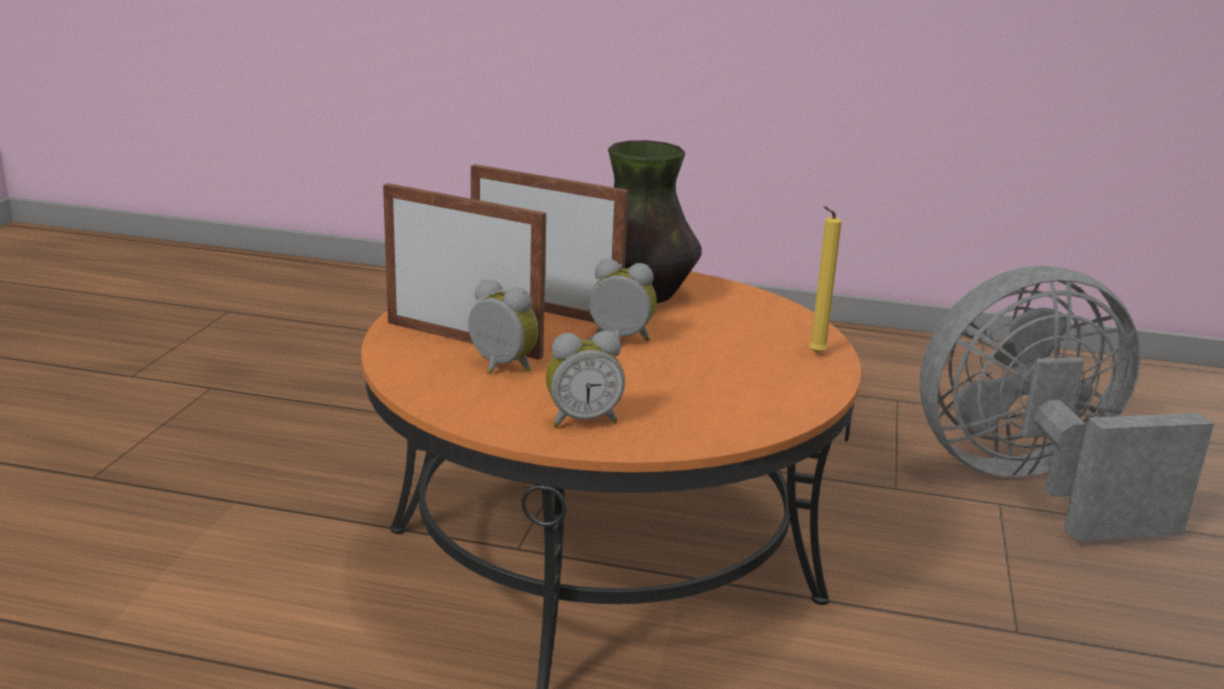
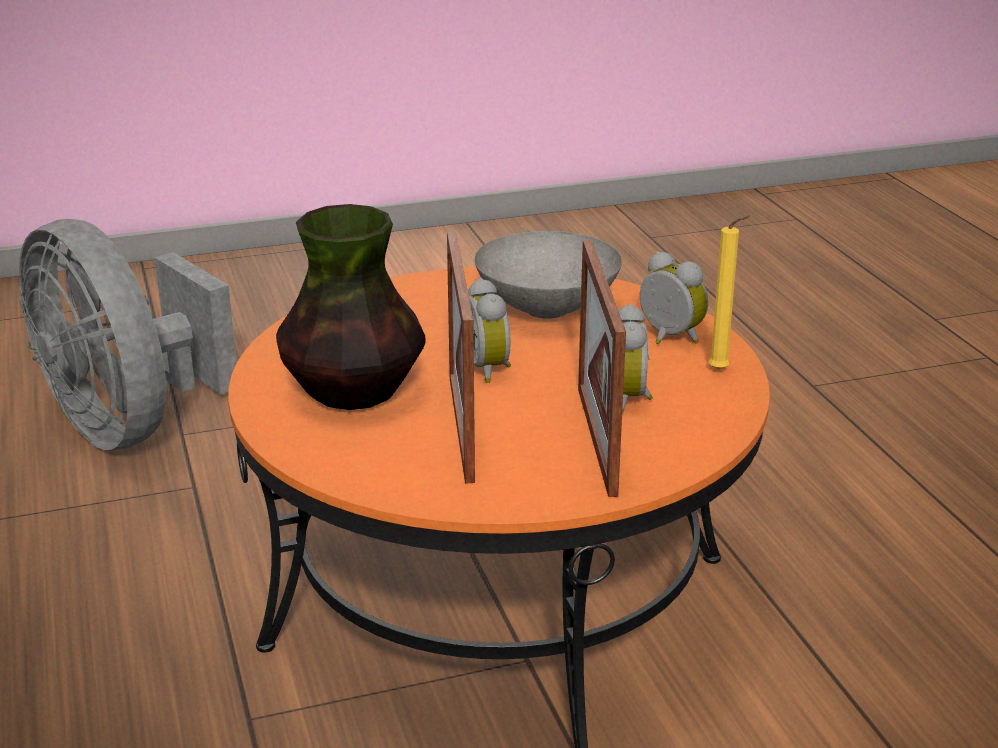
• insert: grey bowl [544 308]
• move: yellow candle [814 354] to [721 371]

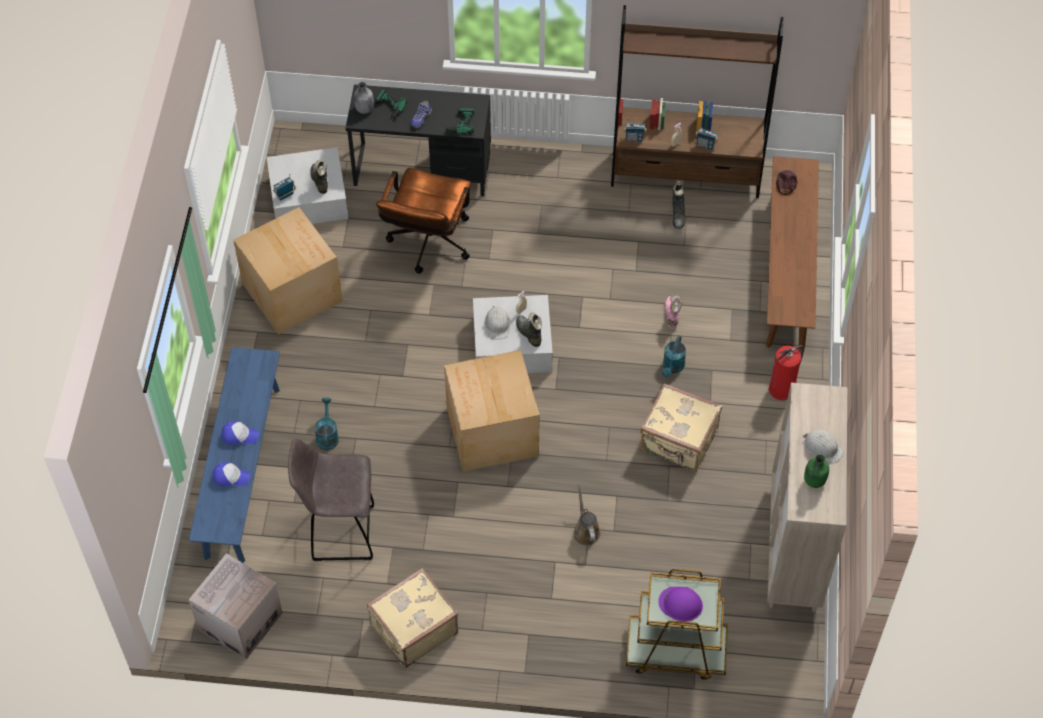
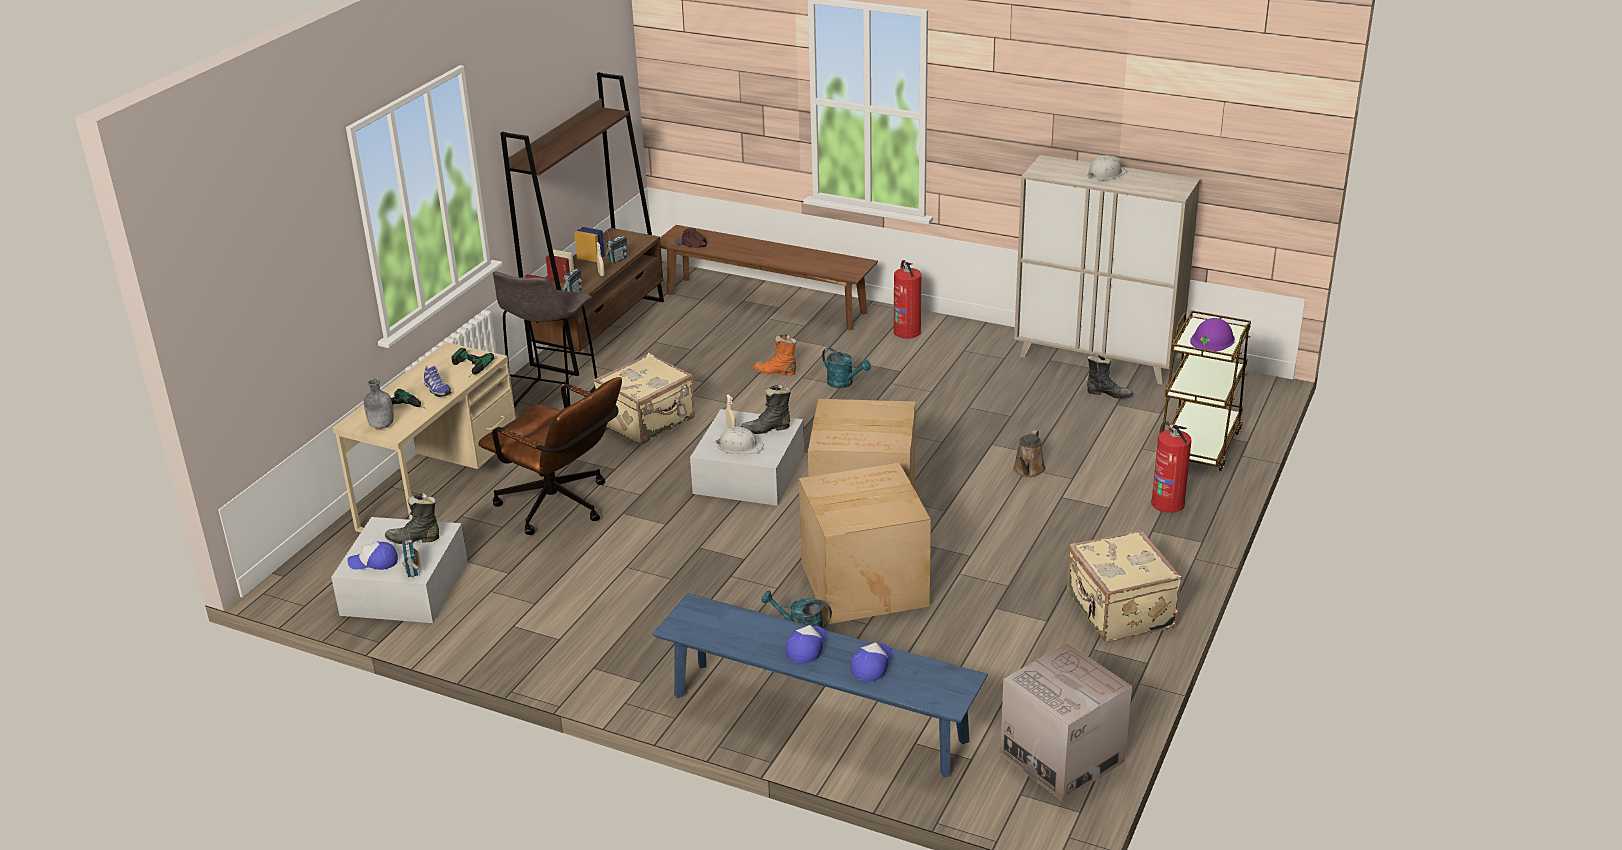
• recolor: black desk [422 169] to beige desk [441 492]
• insert: cap [374 562]
• move: grey stool [340 533] to [553 399]
• move: beige suitcase [678 441] to [648 422]
• recolor: pink boot [671 314] to orange boot [775 372]
• move: cardboard box [292 291] to [862 583]
• rotate: brown watering can [586 530] = [1028 470] 75 degrees counterclockwise
• move: black boot [678 215] to [1108 394]
• insert: fire extinguisher [1167 503]
• delete: green bottle [814 481]

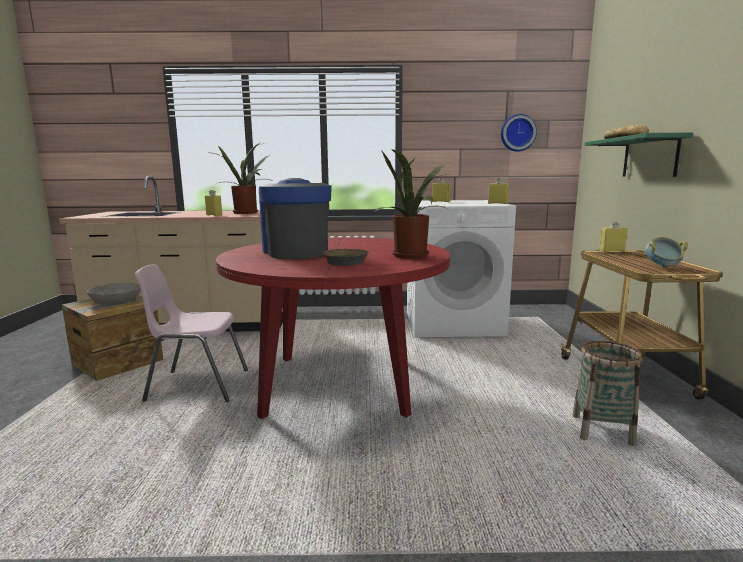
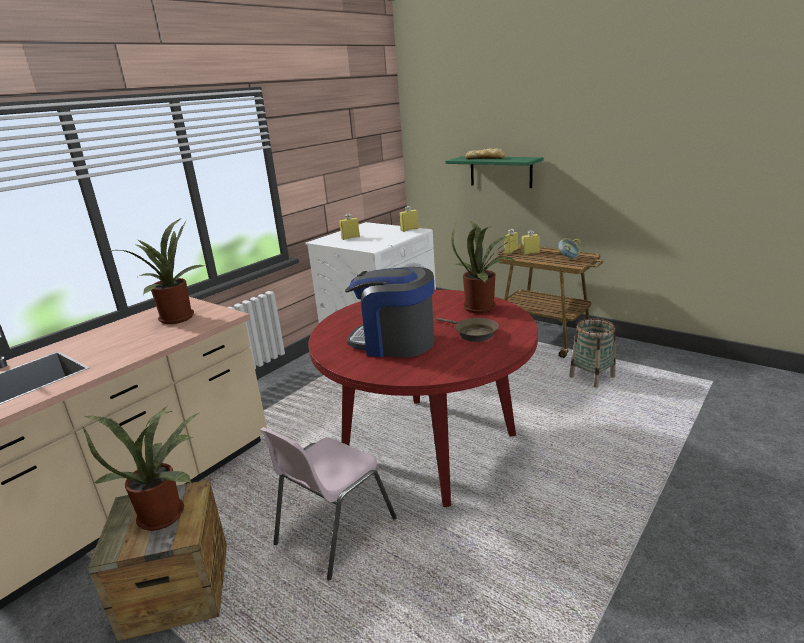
• replace: grey bowl [116 302] to potted plant [165 512]
• move: yellow bottle [214 215] to [530 253]
• delete: wall clock [517 133]

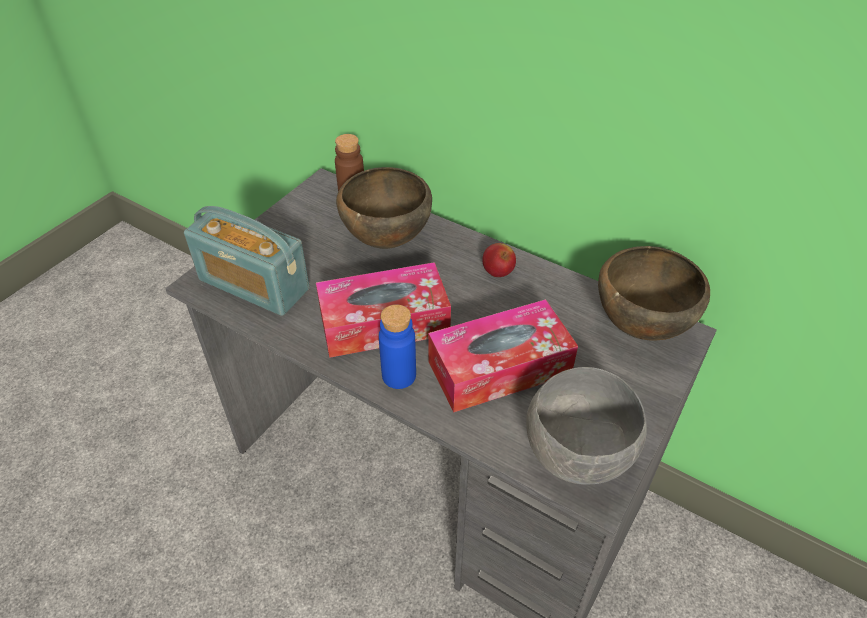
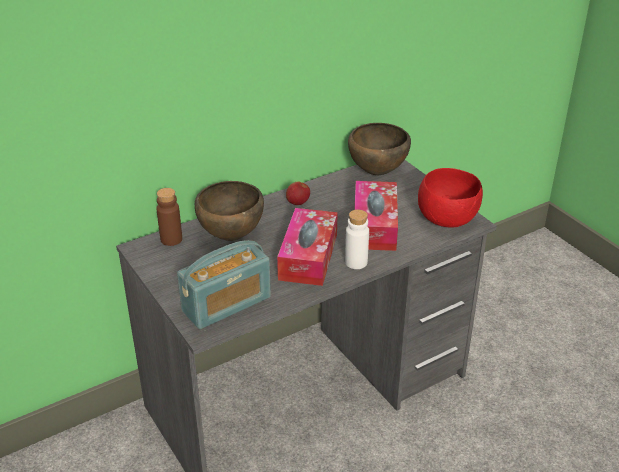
• recolor: blue bottle [399 375] to white bottle [356 262]
• recolor: grey bowl [580 455] to red bowl [448 219]

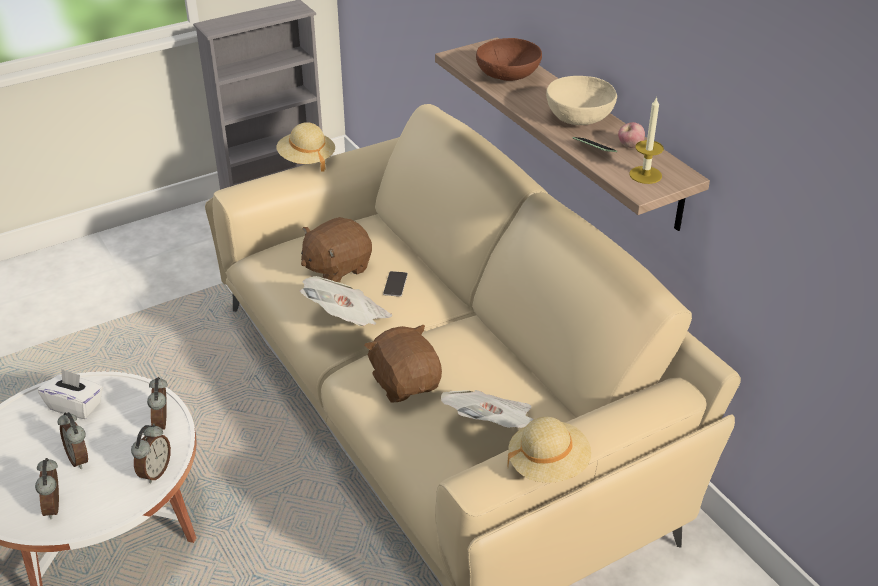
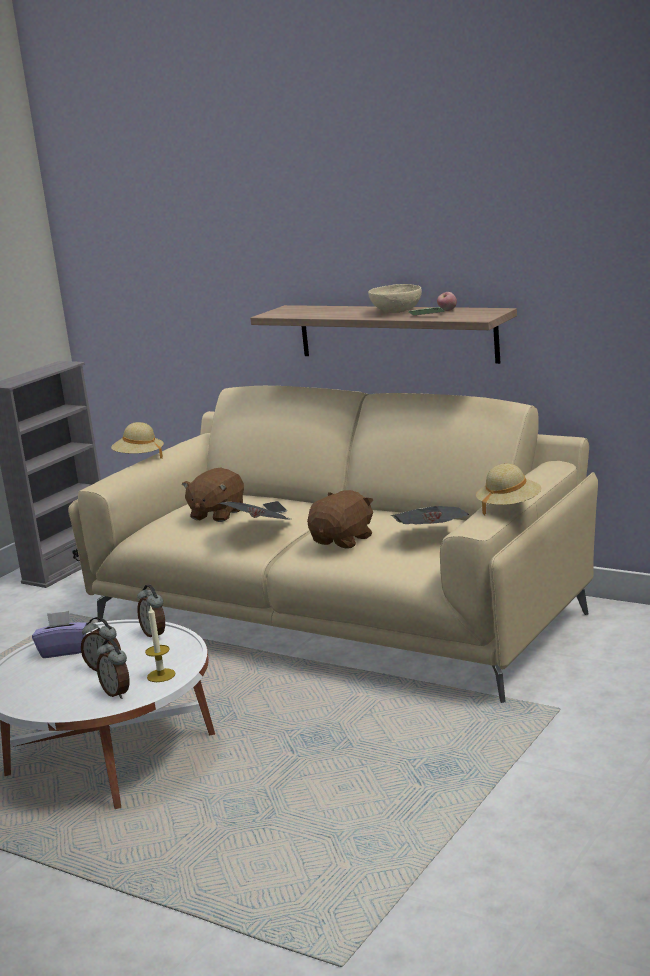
• recolor: white tissue box [76 406] to purple tissue box [63 650]
• move: candle [645 175] to [161 675]
• rotate: brown plush toy [406 383] = [343 540] 90 degrees clockwise
• delete: alarm clock [154 472]
• delete: brown bowl [508 77]

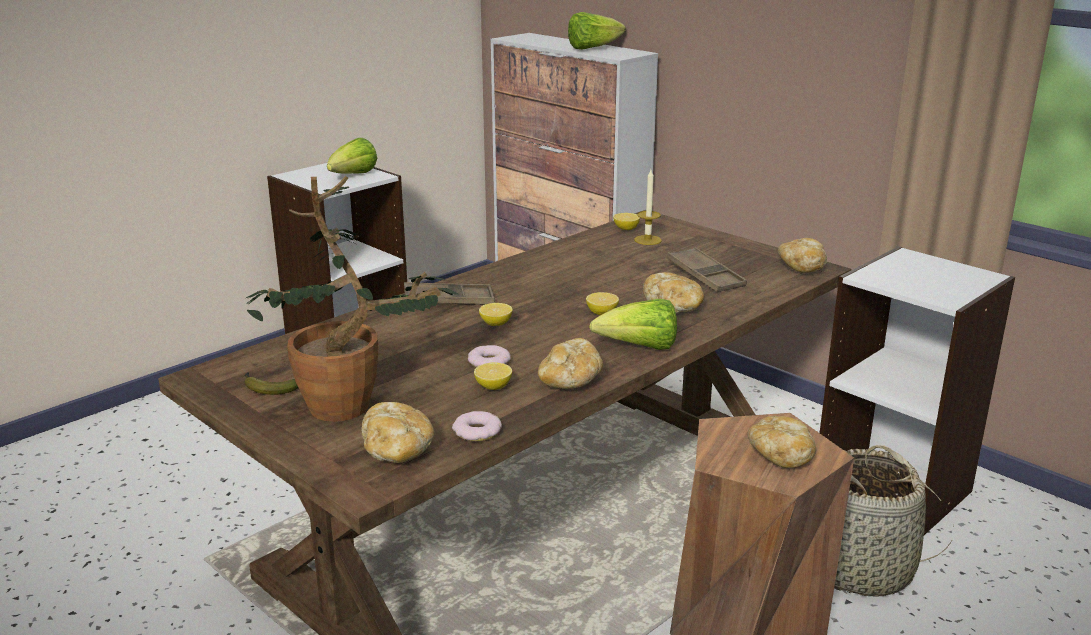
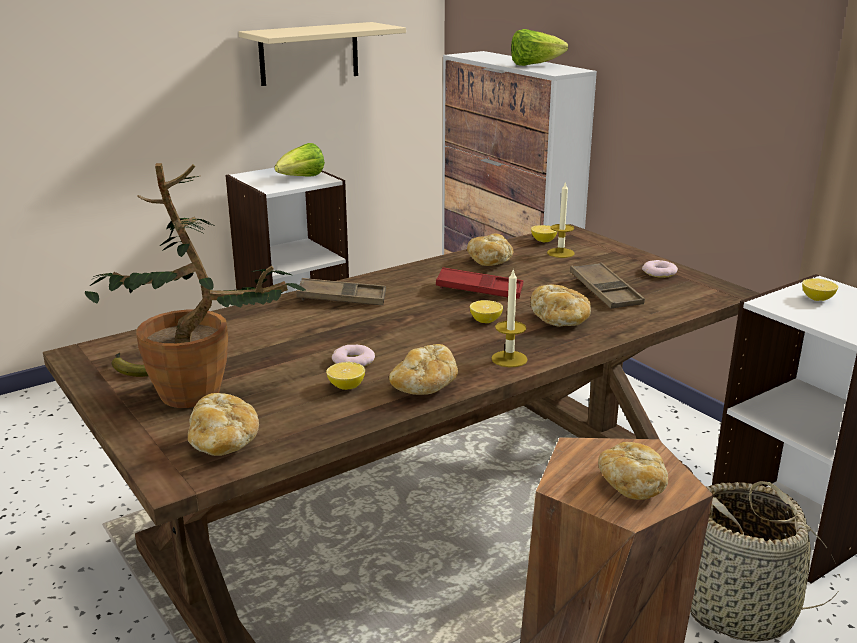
• insert: beige shelf [309 53]
• insert: red tray [479 290]
• move: bread [801 267] to [490 261]
• replace: lettuce [639 348] to candle [509 359]
• move: donut [477 431] to [659 273]
• move: lemon [496 324] to [817 299]

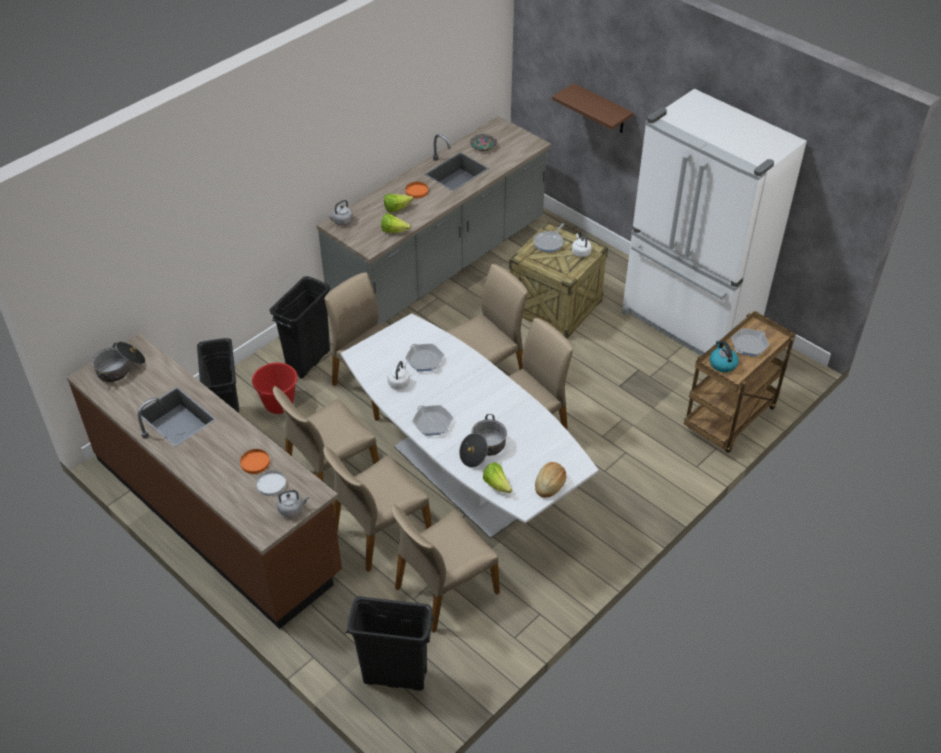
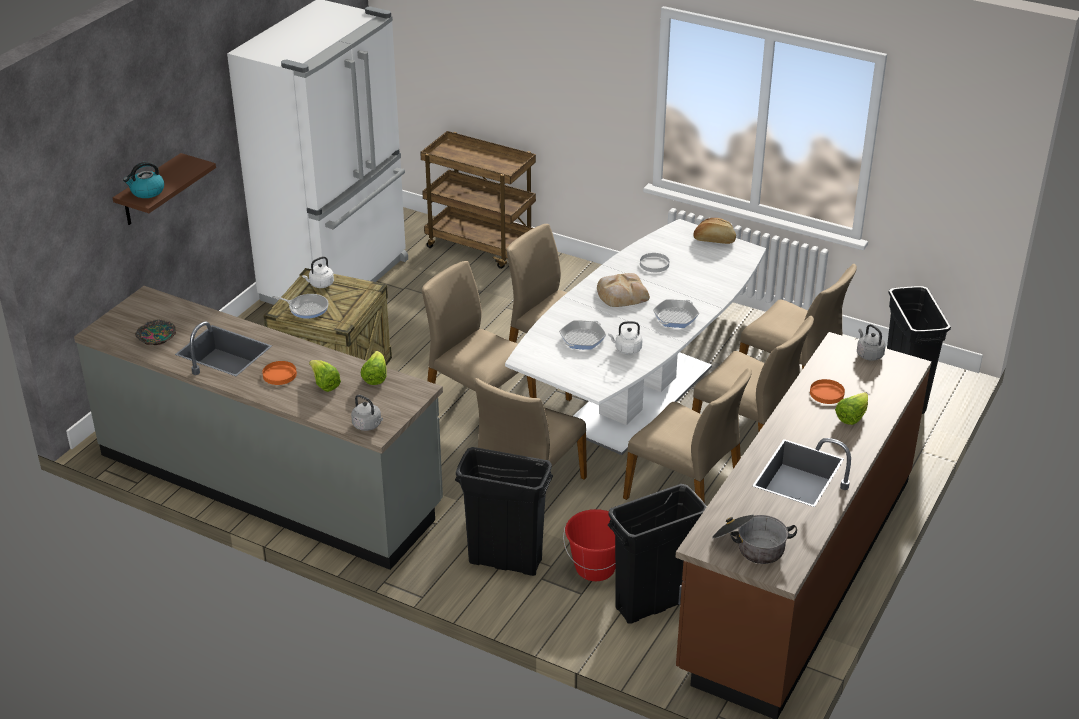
• move: kettle [722 364] to [147 192]
• insert: bread [621 294]
• move: white plate [271 484] to [654 264]
• move: lettuce [497 485] to [851 417]
• delete: cooking pot [483 449]
• delete: frying pan [749 345]

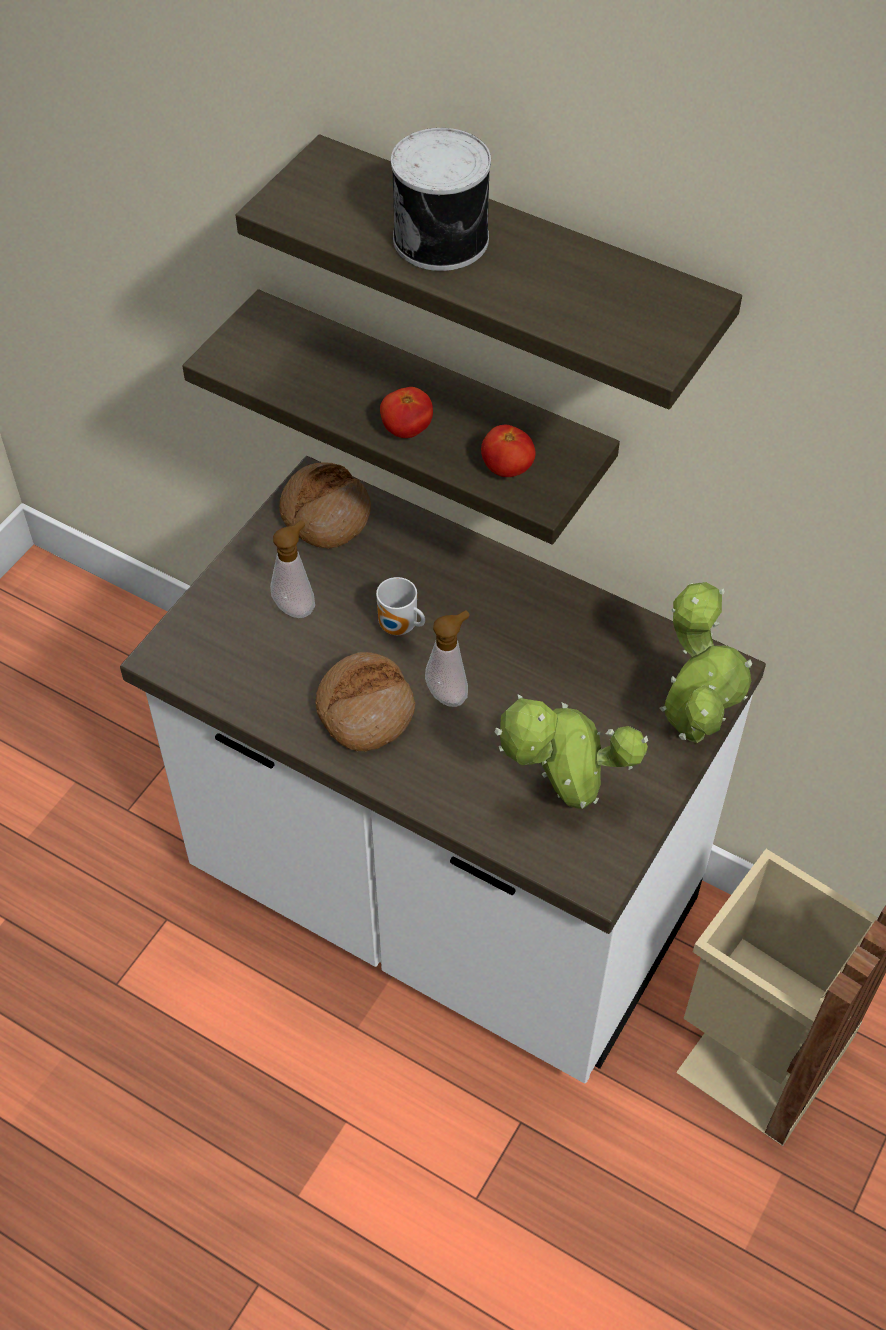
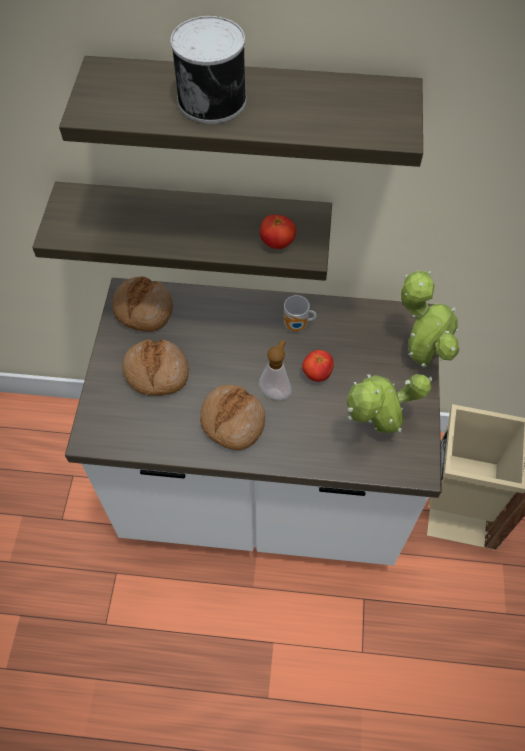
• replace: soap dispenser [296 606] to bread [156 373]
• move: mug [399 628] to [297 326]
• move: tomato [406 430] to [317 373]

